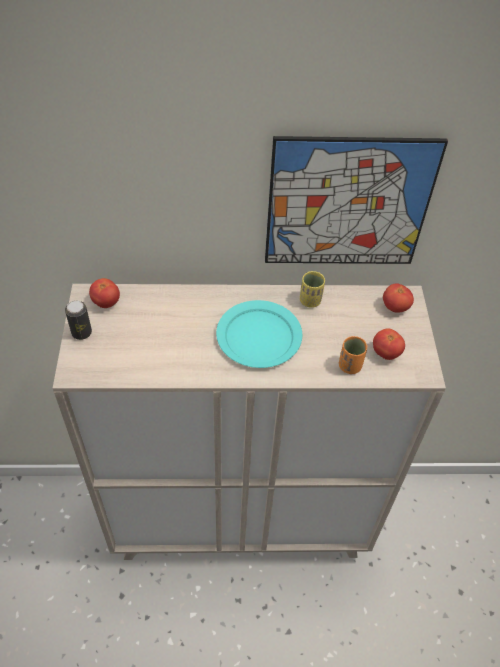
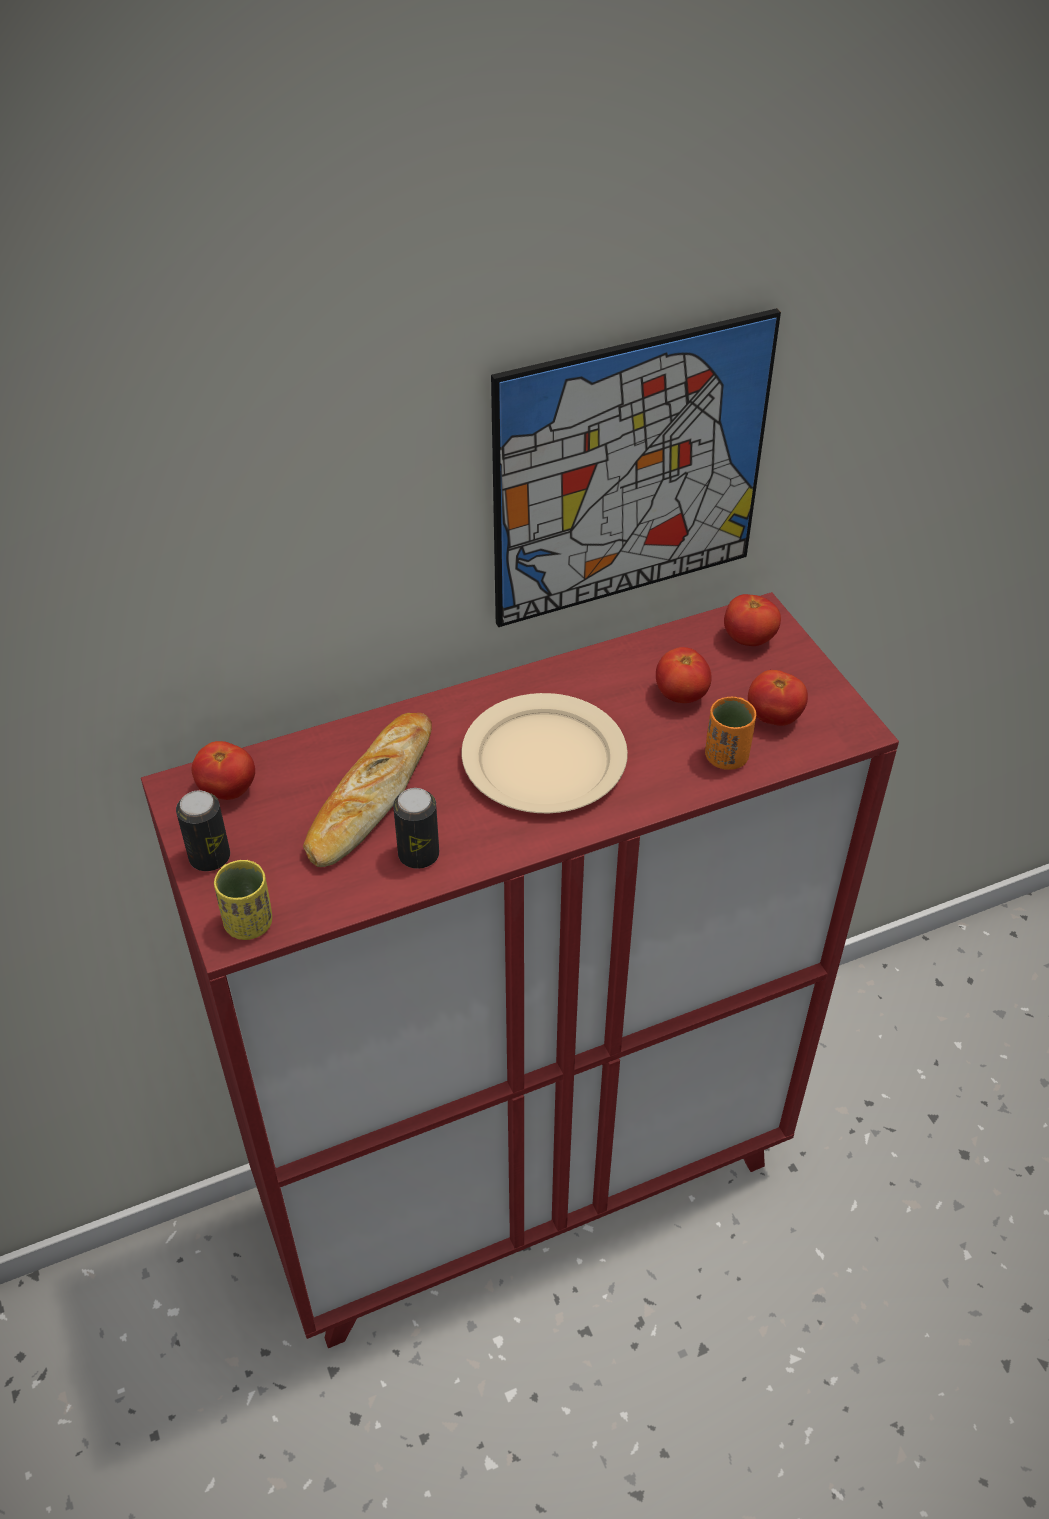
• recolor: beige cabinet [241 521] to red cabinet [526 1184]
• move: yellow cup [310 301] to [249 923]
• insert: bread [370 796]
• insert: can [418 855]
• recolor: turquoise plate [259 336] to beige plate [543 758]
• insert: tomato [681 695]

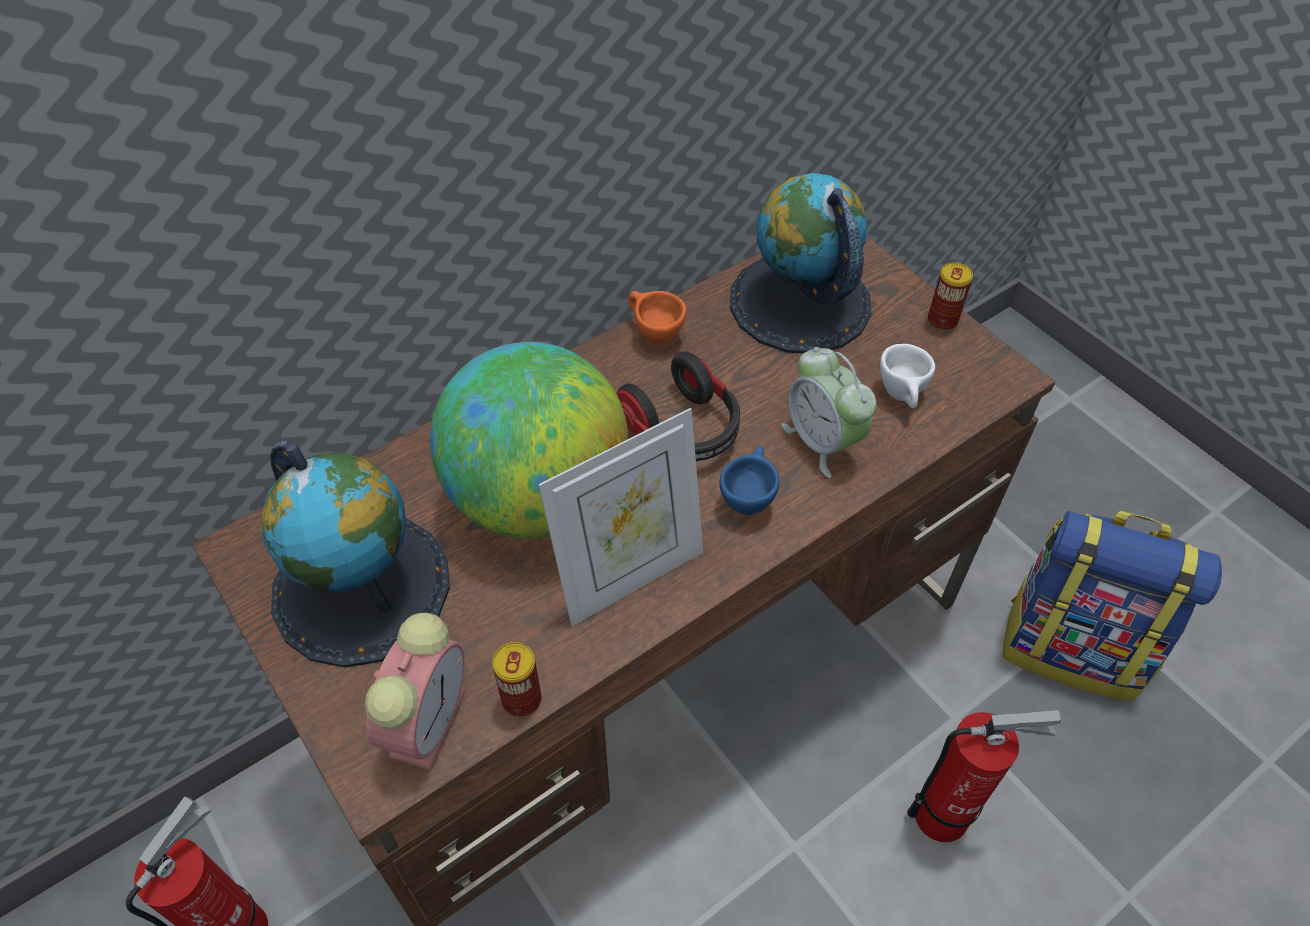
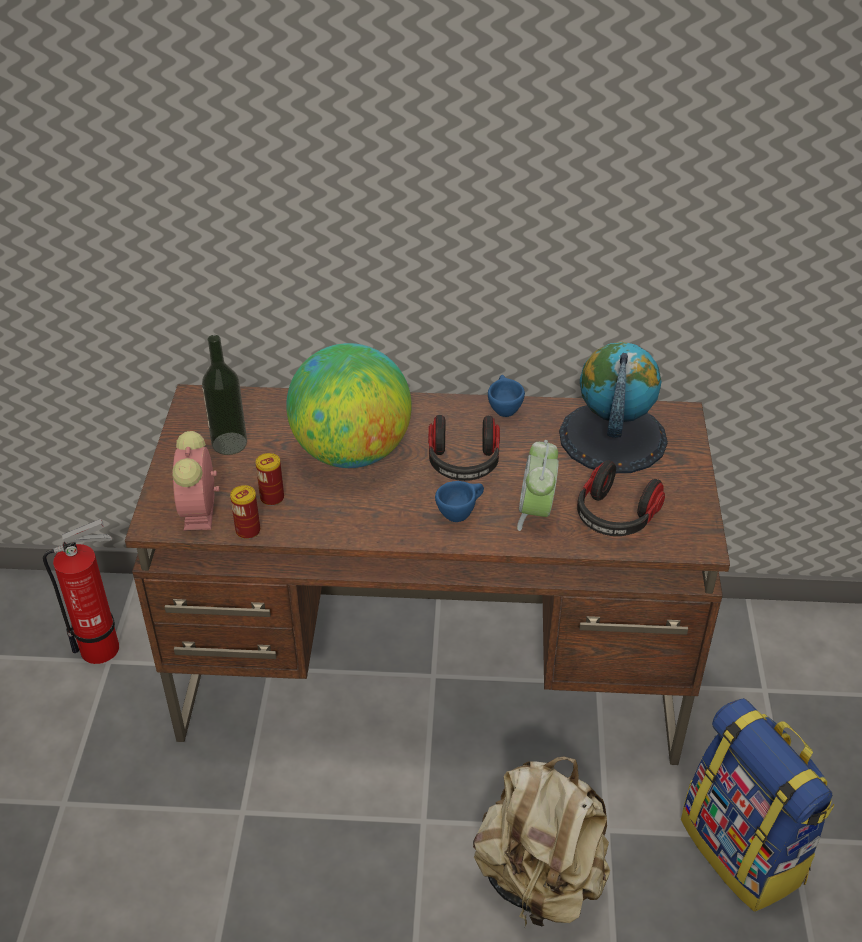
• rotate: alarm clock [428 719] = [200 513] 120 degrees clockwise
• replace: globe [362 587] to bottle [229 443]
• move: can [942 320] to [272 498]
• replace: fire extinguisher [948 815] to beige backpack [540 878]
• recolor: orange cup [653 334] to blue cup [503 409]
• replace: white cup [902 397] to headphones [615 517]
• delete: picture frame [630 576]

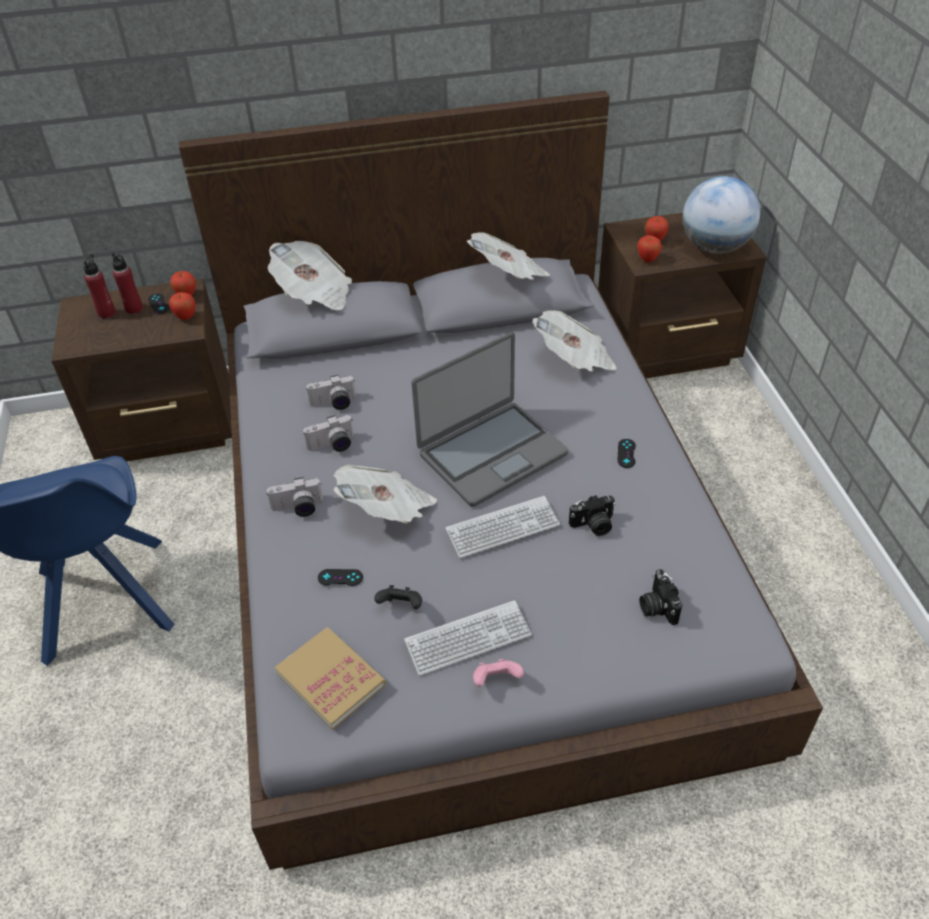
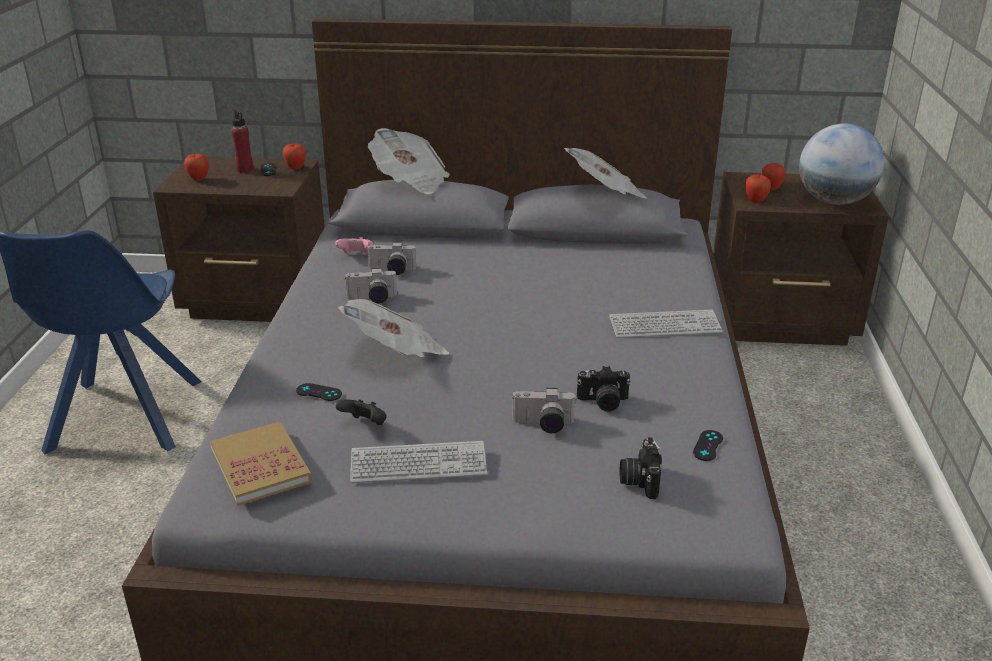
• move: apple [186 317] to [198 179]
• move: pink game controller [496 680] to [356 256]
• move: photo camera [298 509] to [543 425]
• move: keyboard [503 528] to [665 326]
• move: black game controller [626 453] to [708 445]
• delete: red bottle [107 313]
• delete: laptop [491 453]
• delete: newspaper [574 360]

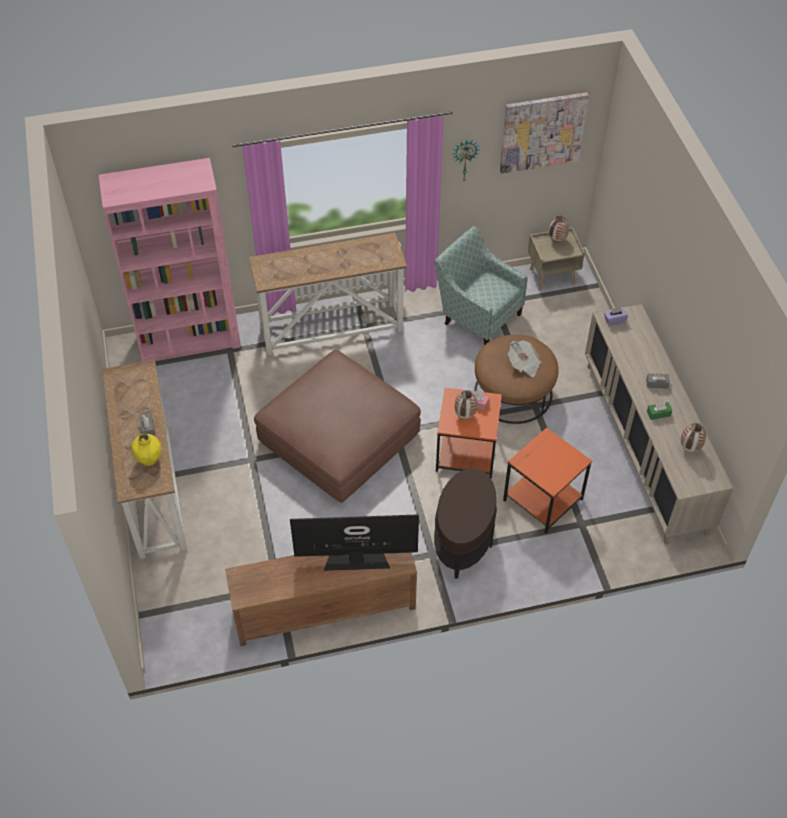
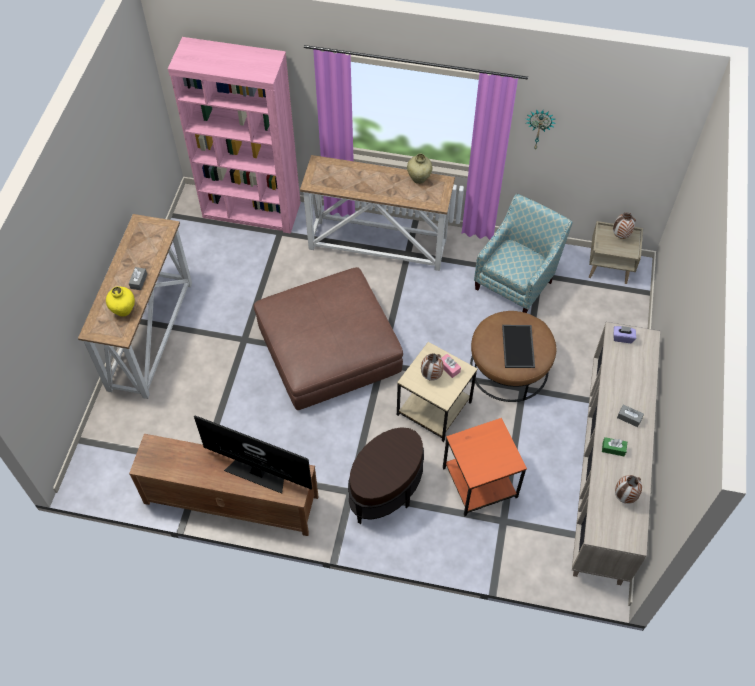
• recolor: orange side table [467 452] to beige side table [435 408]
• insert: beige vase [419 178]
• rotate: armchair [477 315] = [516 280] 60 degrees clockwise
• replace: newspaper [523 364] to tray [519 347]
• delete: picture [542 132]

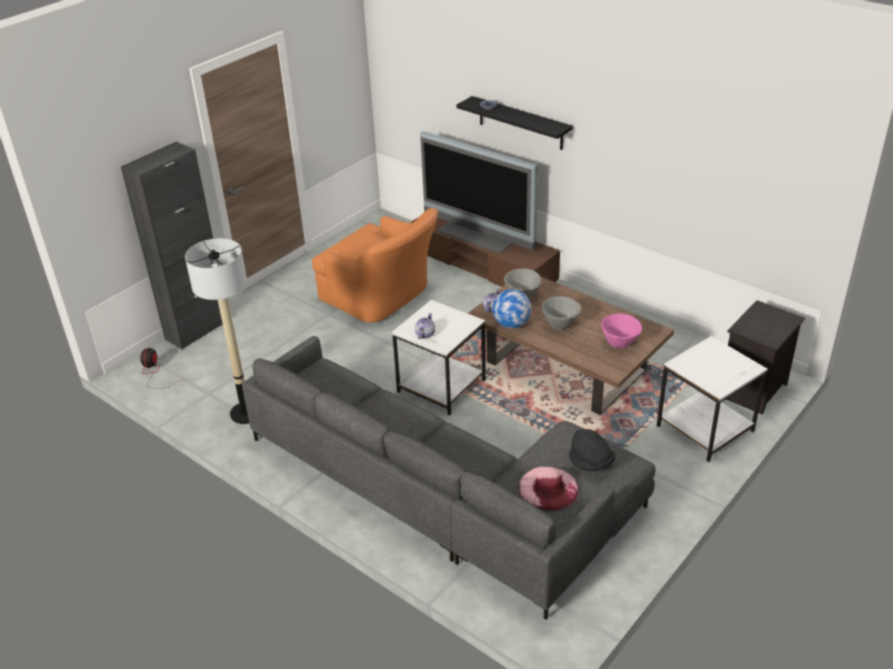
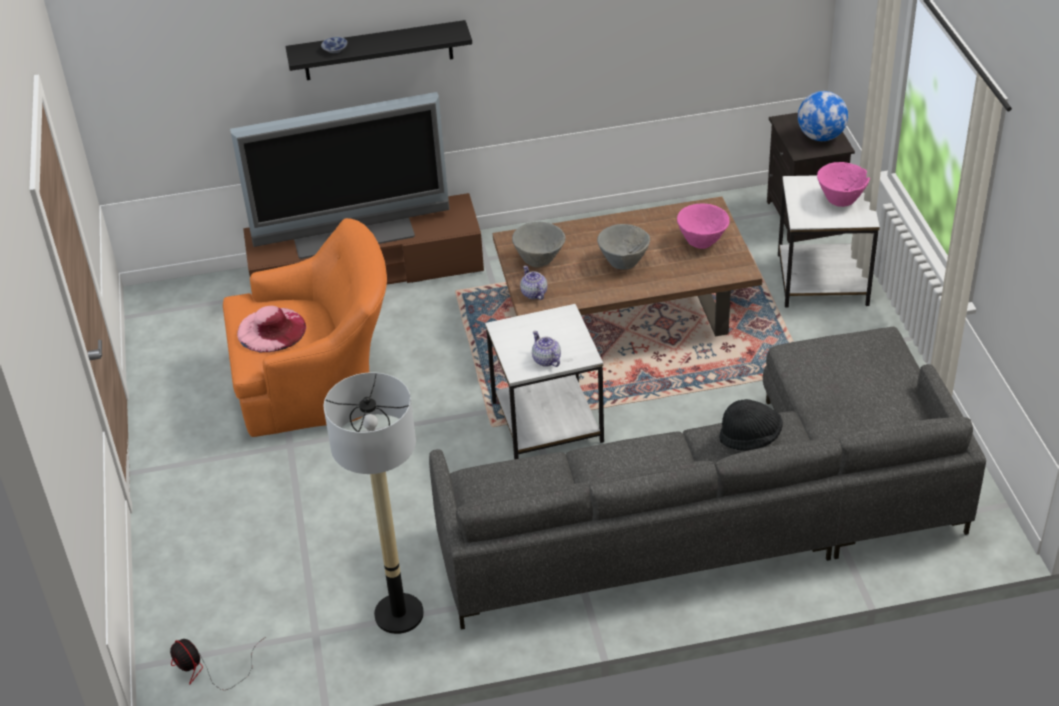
• move: pink hat [548 488] to [271 329]
• move: black hat [591 463] to [750 437]
• move: globe [511 324] to [821 137]
• insert: pink bowl [841 200]
• delete: black cabinet [197 329]

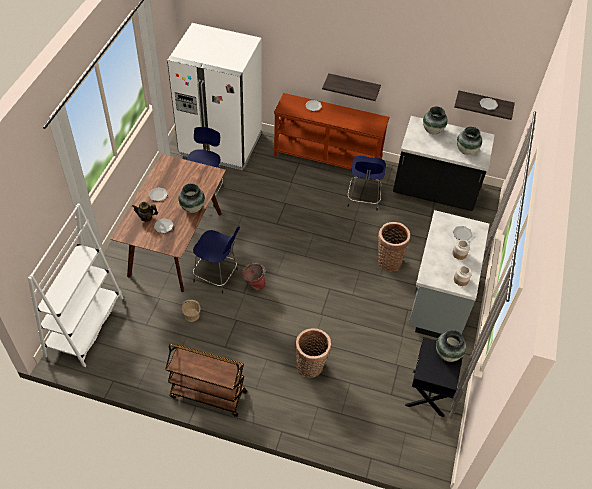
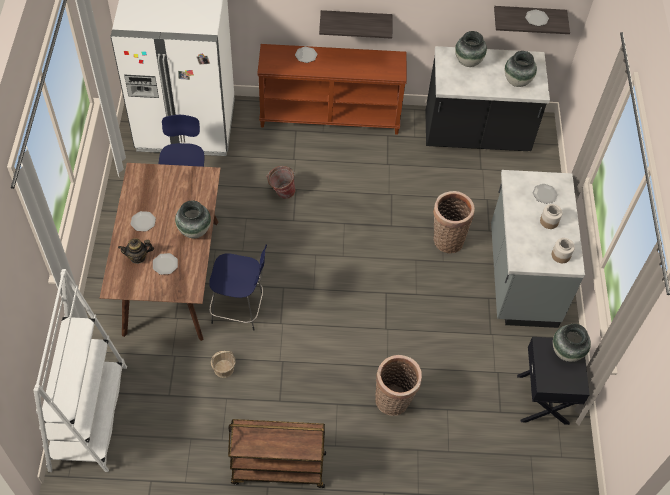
• move: bucket [253 285] to [281 193]
• delete: blue stool [363 199]

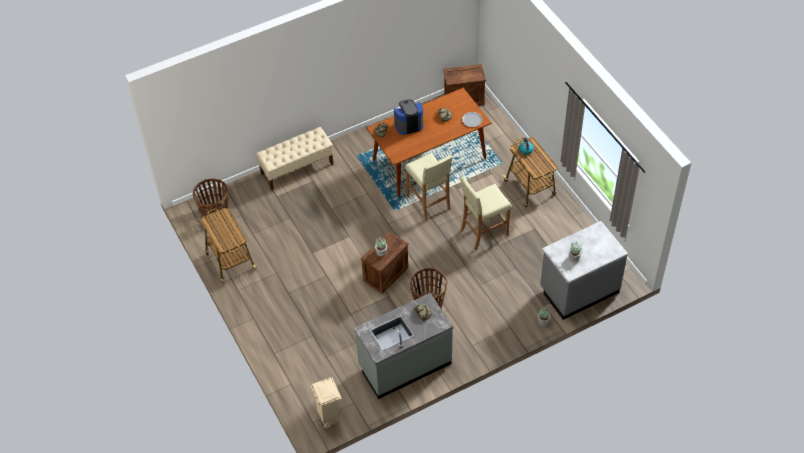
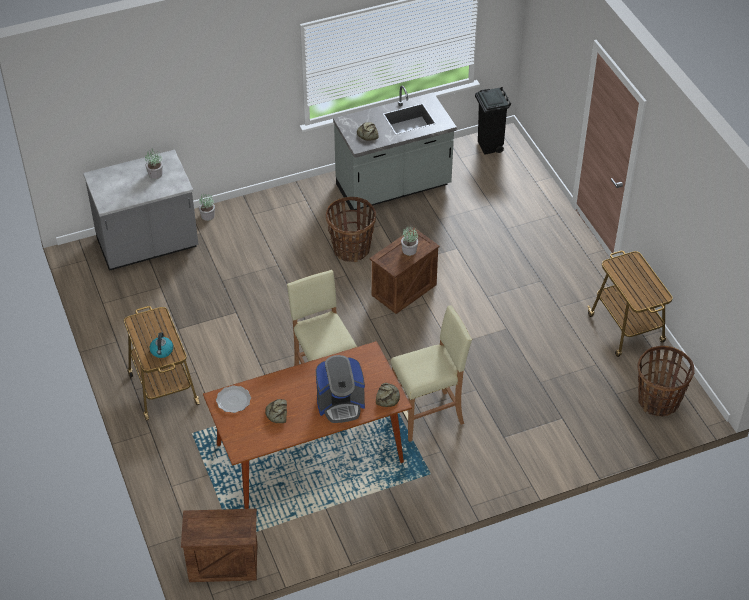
• move: beige stool [483 232] to [428 416]
• recolor: beige trash can [329 417] to black trash can [490 147]
• delete: beige bench [297 169]

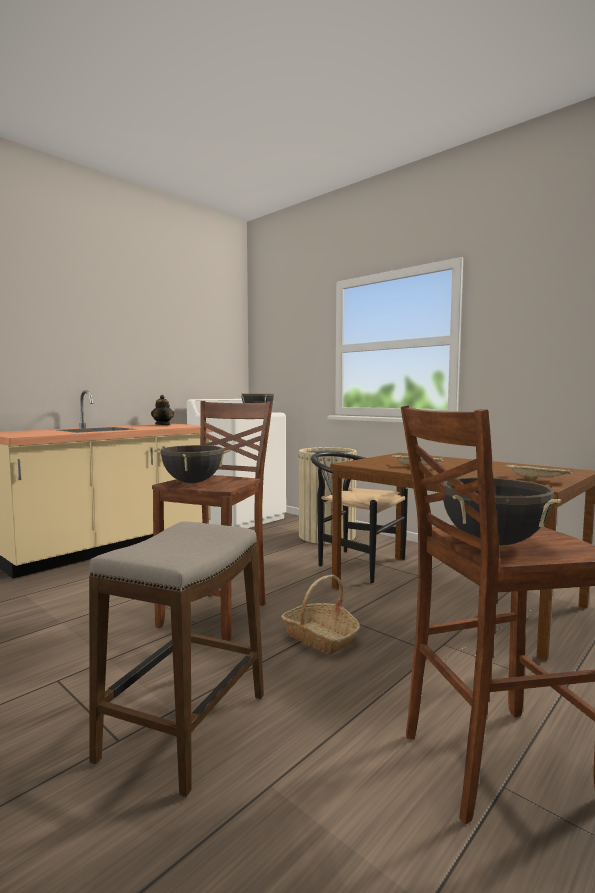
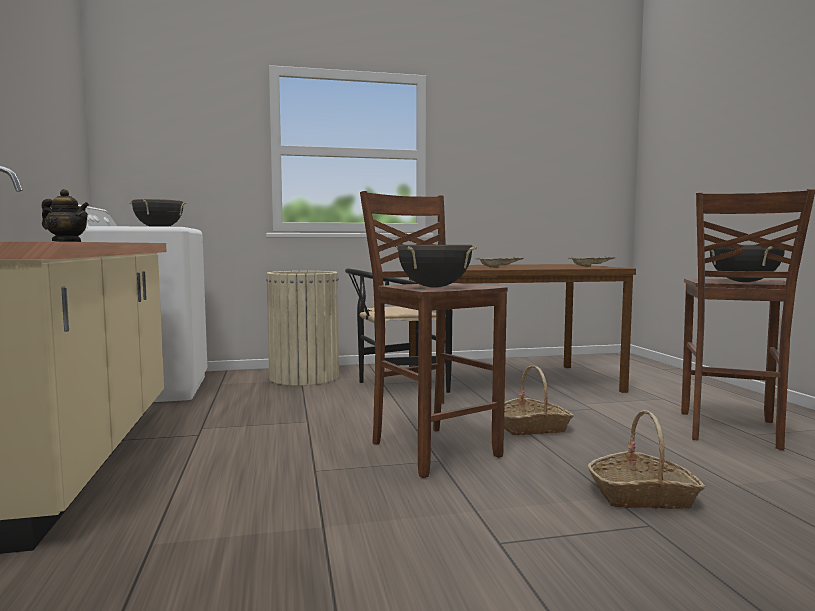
• replace: stool [186 726] to basket [643 496]

